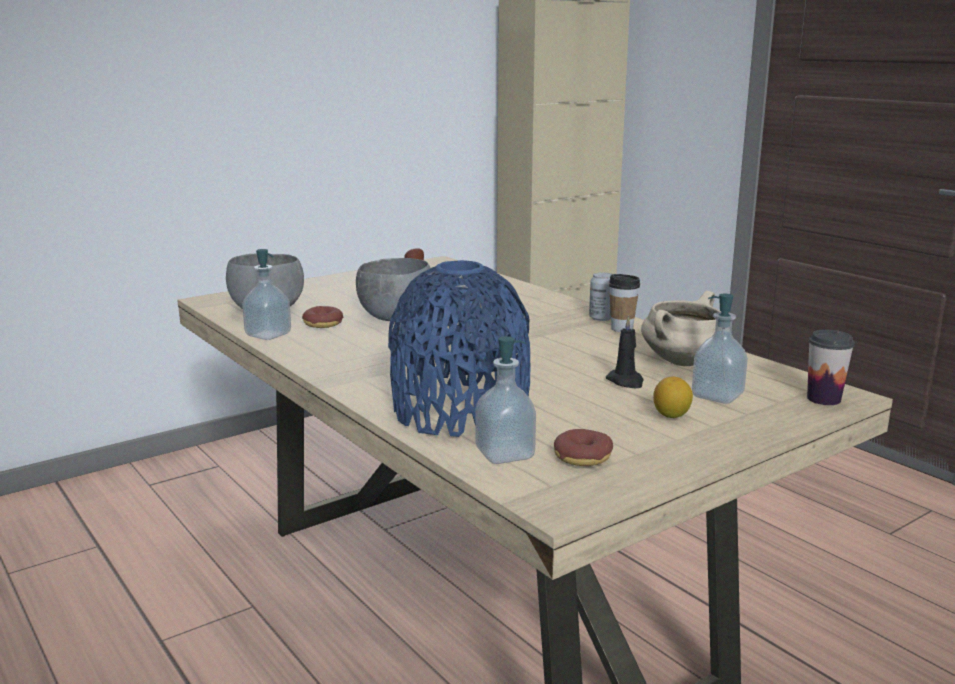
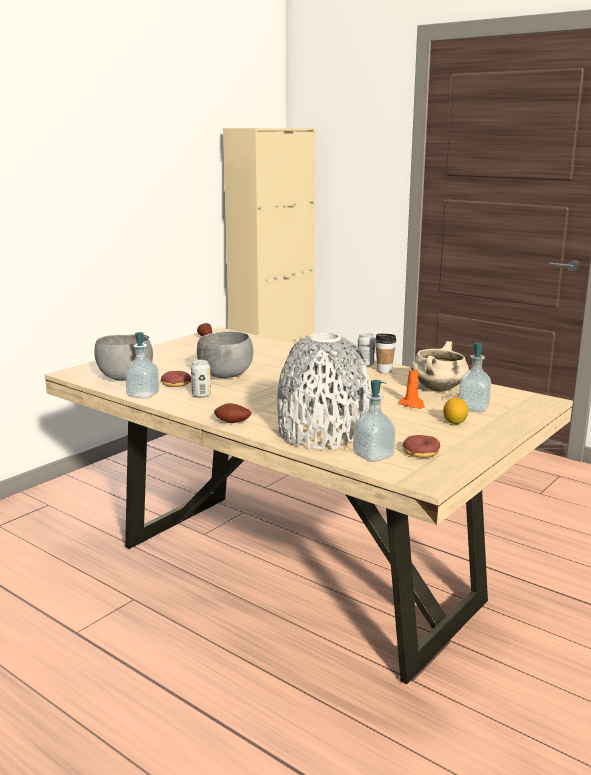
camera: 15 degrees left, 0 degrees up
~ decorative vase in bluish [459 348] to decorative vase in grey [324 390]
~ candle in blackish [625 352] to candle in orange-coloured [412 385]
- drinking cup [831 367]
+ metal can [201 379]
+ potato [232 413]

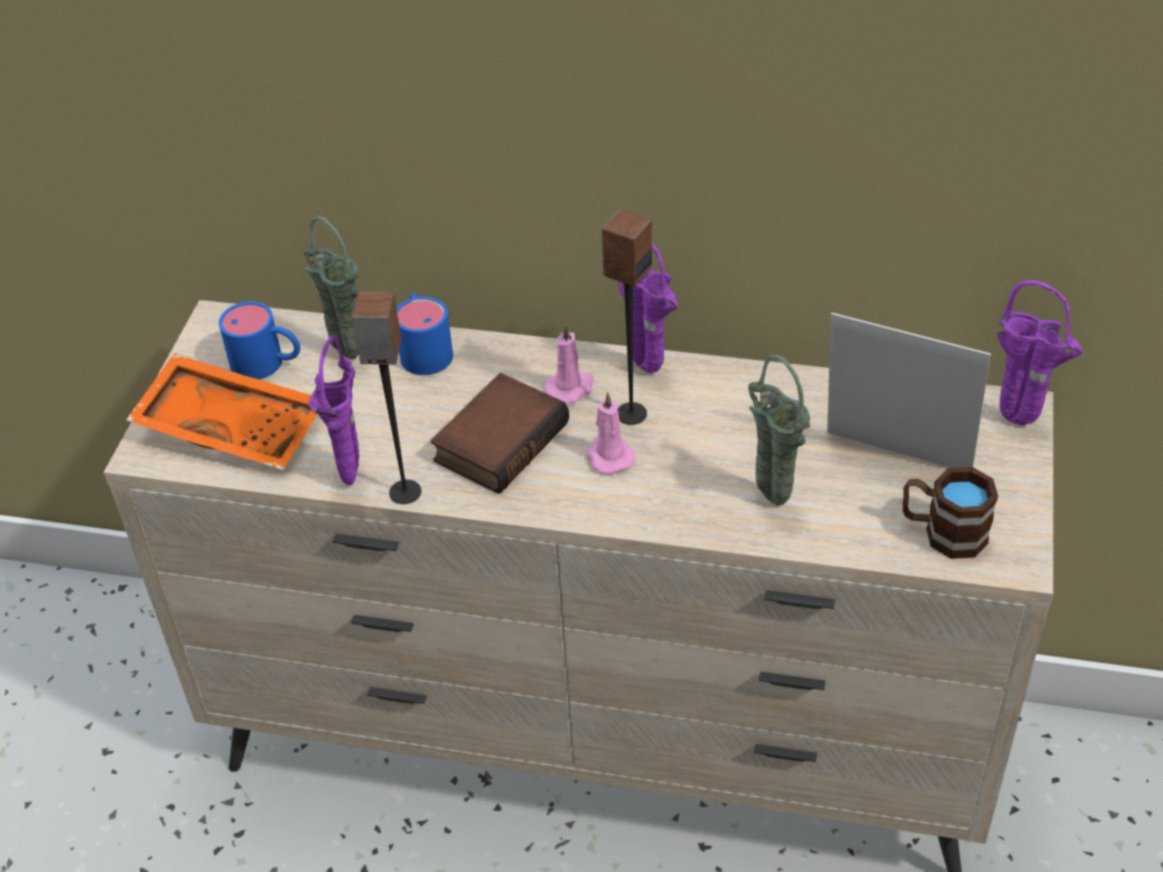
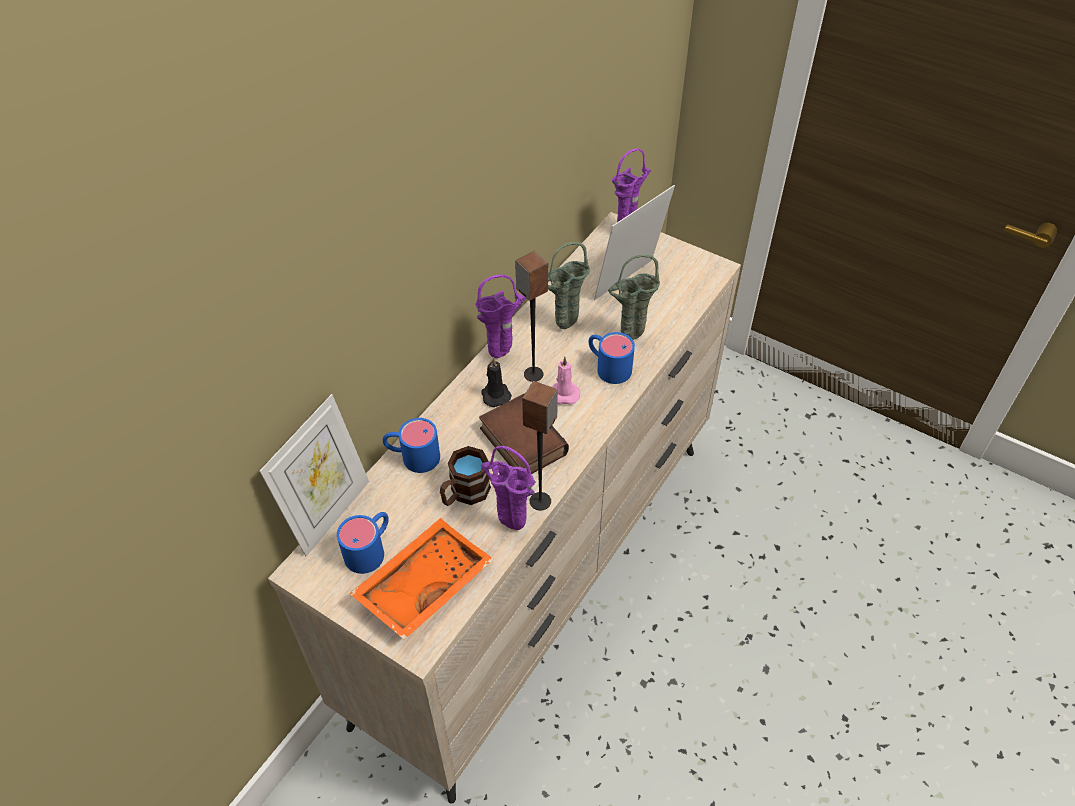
camera: 70 degrees left, 5 degrees up
~ decorative vase in greenish [331 287] to [569 285]
~ candle in pink-coloured [569 364] to candle in blackish [496 382]
~ mug in brown [950 513] to [465 476]
+ mug in bluish [611 358]
+ standing frame [314 475]

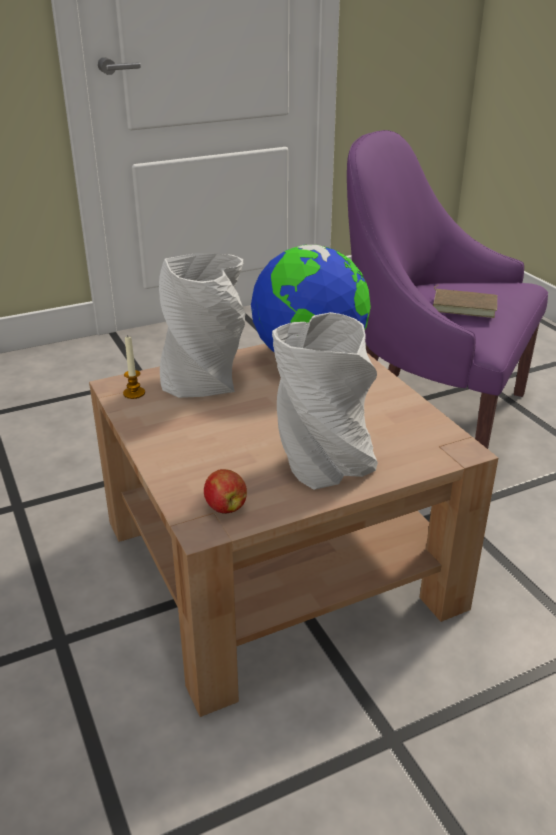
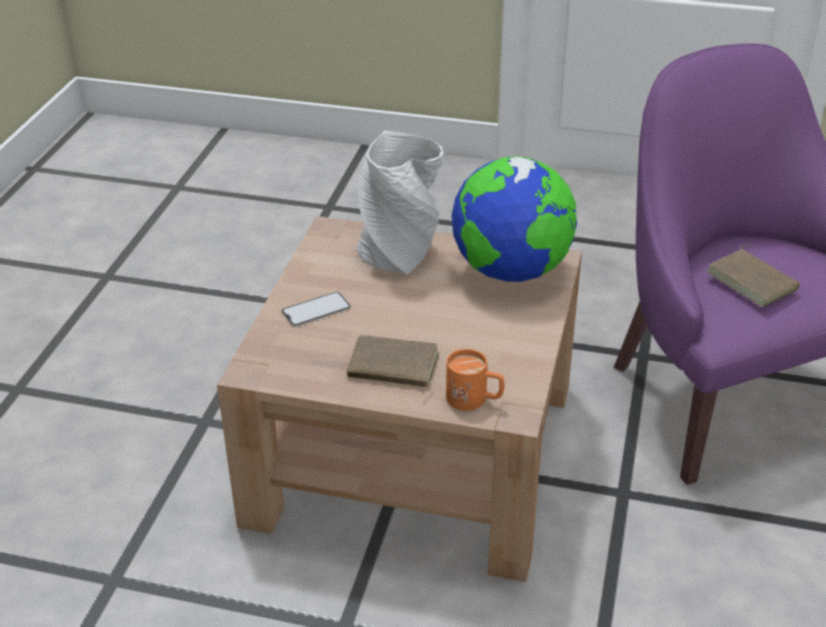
camera: 40 degrees right, 5 degrees up
~ decorative vase in grey [325 401] to bound book in brown [393 364]
- candle [134 368]
- apple [225 491]
+ telephone [316 309]
+ mug in orange-coloured [475 380]

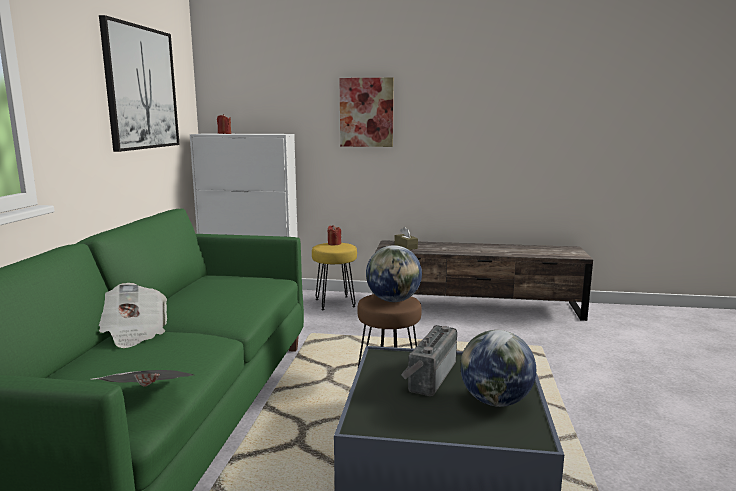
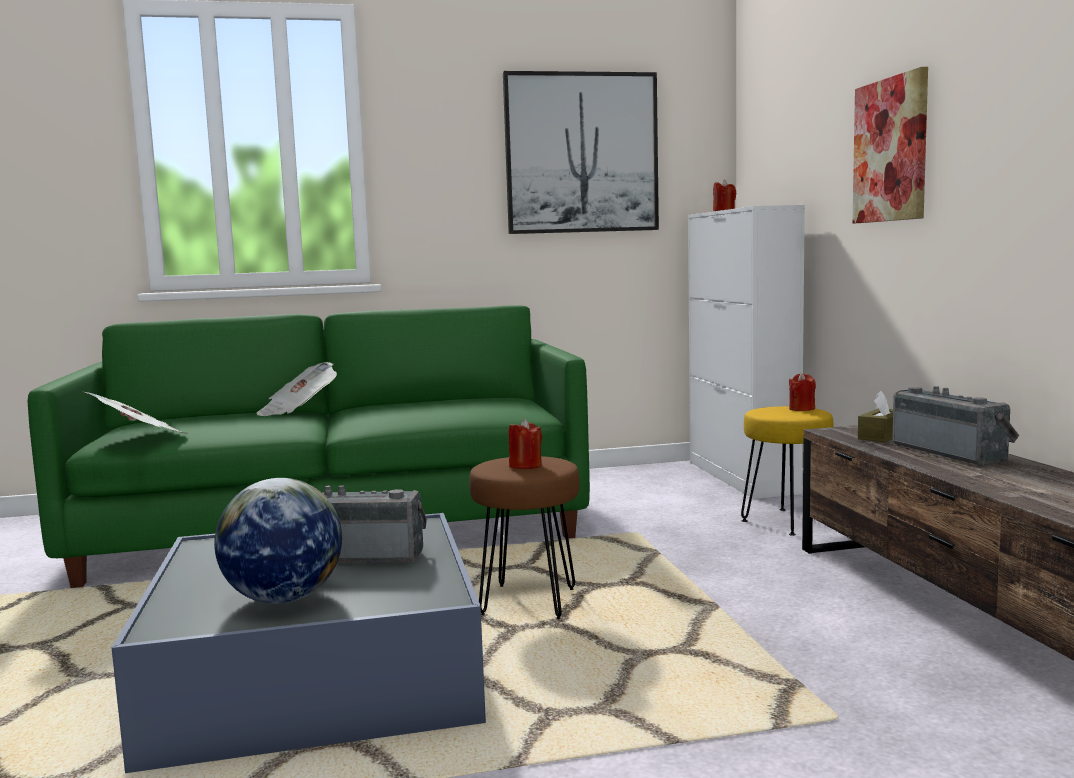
camera: 70 degrees right, 5 degrees down
~ desk globe [394 273] to candle in red [525 444]
+ radio receiver [955 426]

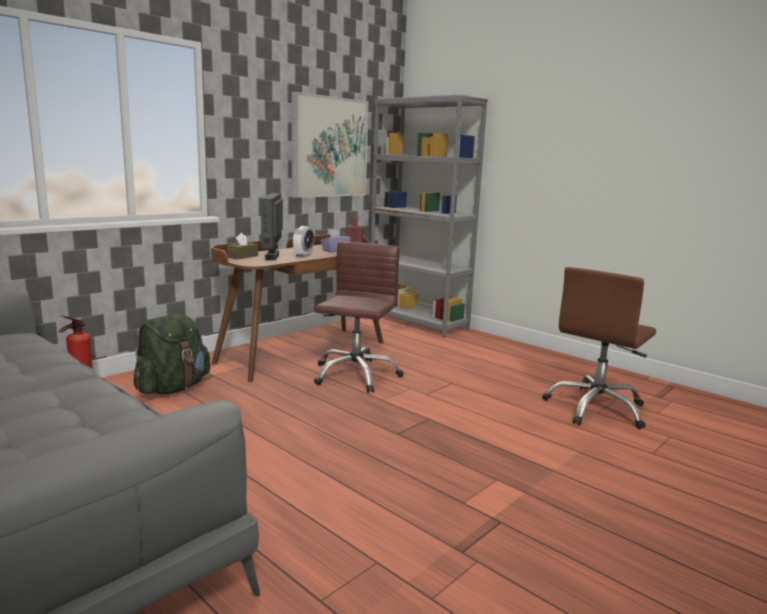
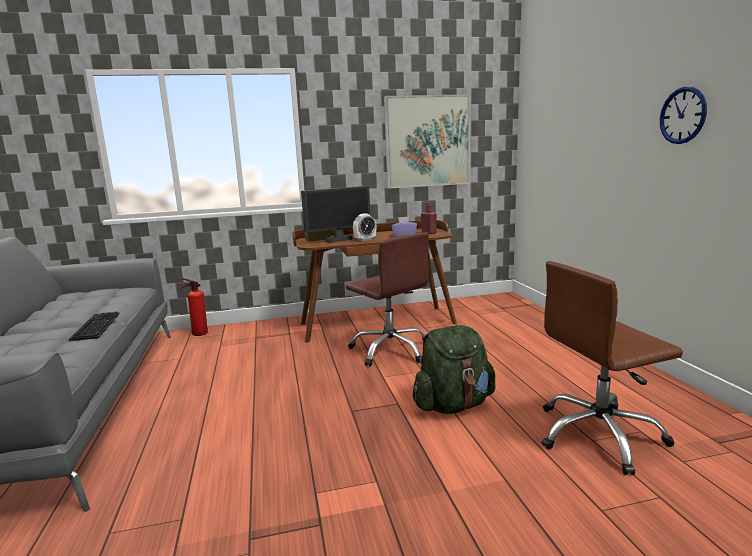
camera: 35 degrees right, 0 degrees up
- bookcase in grey [429 216]
~ monitor [272 226] = [335 214] 150 degrees counterclockwise
~ desk chair in brown [358 317] = [387 299] 90 degrees clockwise
~ backpack in greenish [171 354] to [454 369]
+ clock on the wall [683 115]
+ computer keyboard [94 327]

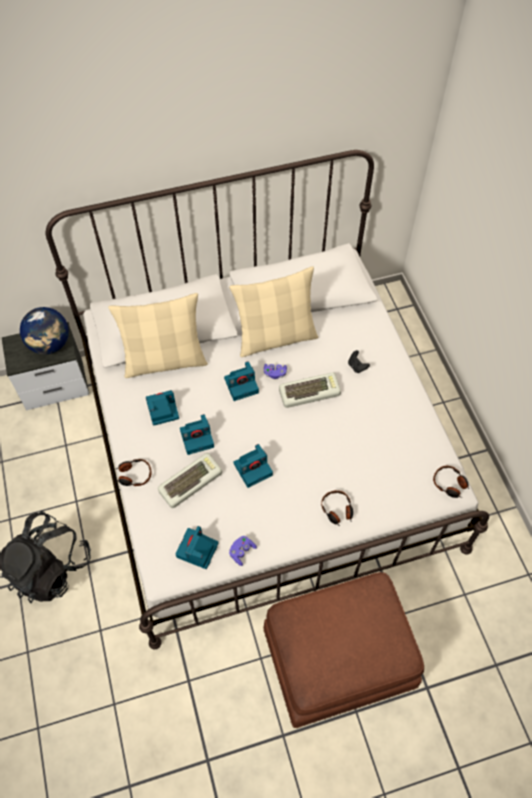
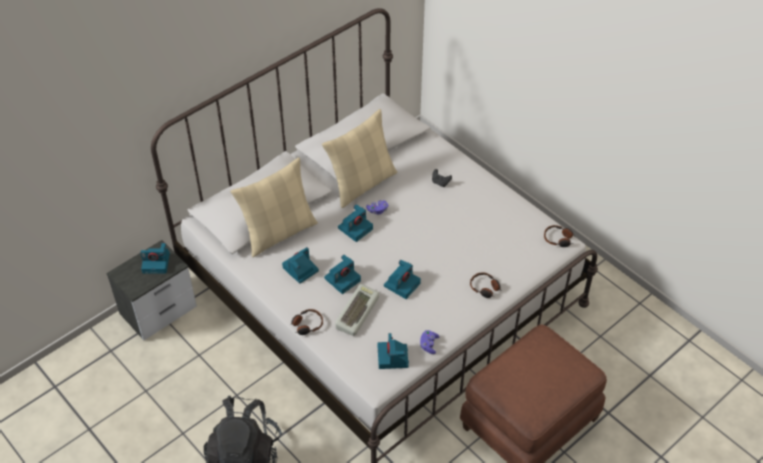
camera: 25 degrees left, 10 degrees down
~ desk globe [44 330] to photo camera [155 258]
- computer keyboard [310 390]

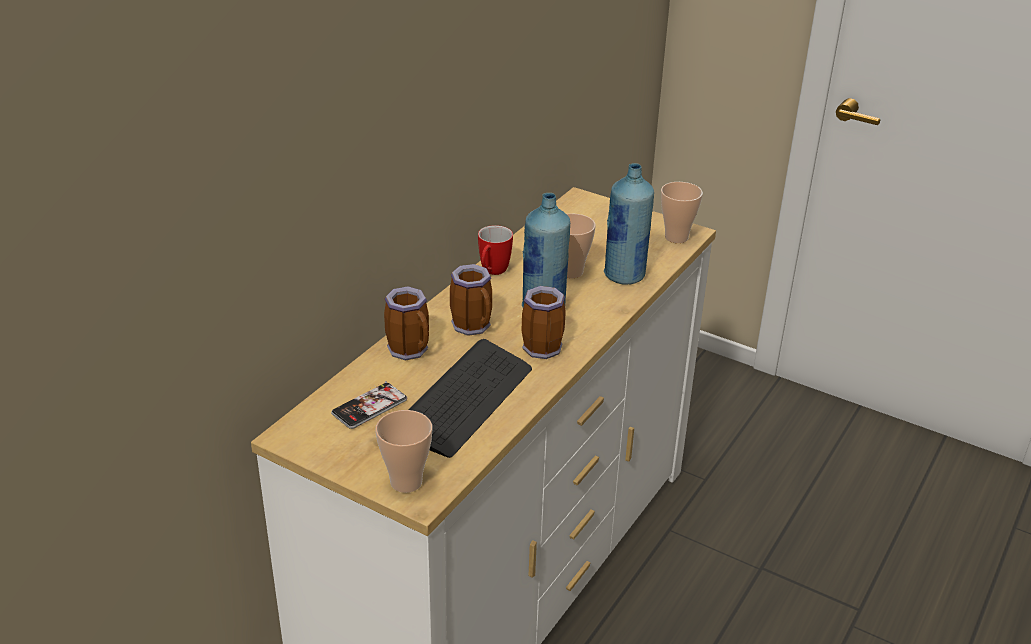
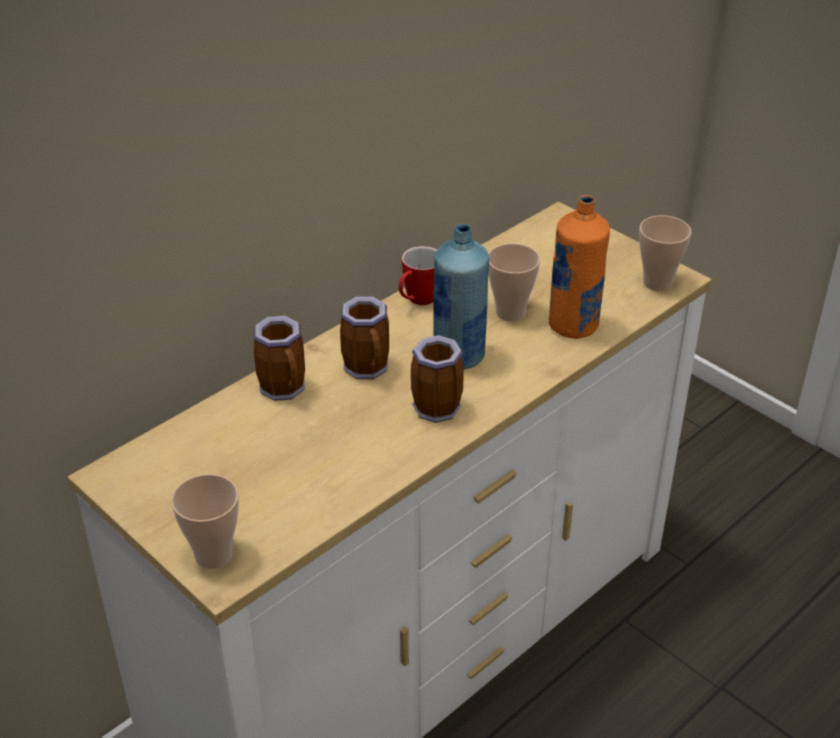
camera: 15 degrees right, 5 degrees up
~ beverage bottle in bluish [629 224] to beverage bottle in orange-coloured [579 267]
- computer keyboard [470 398]
- telephone [369 405]

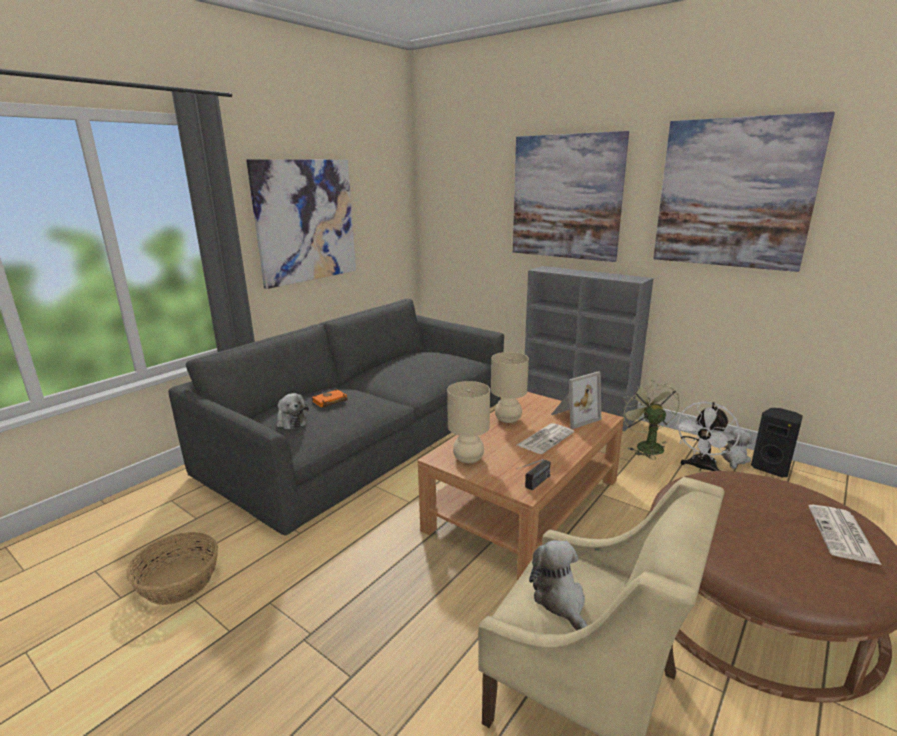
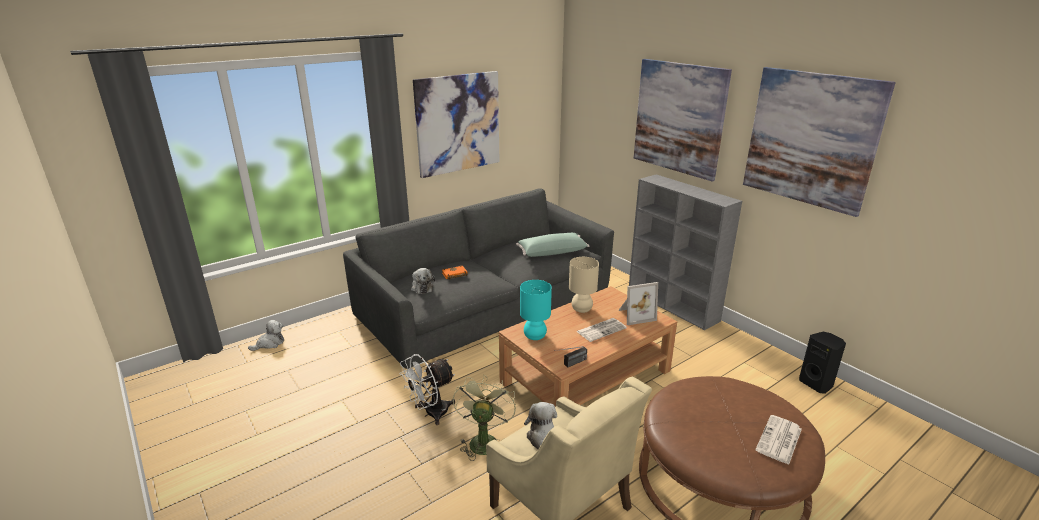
camera: 15 degrees right, 5 degrees up
~ fan in greenish [650 419] to [484 418]
~ table lamp in sand-coloured [468 422] to table lamp in turquoise [536 310]
~ fan in white-coloured [707 436] to [427 389]
~ plush toy [736 449] to [266 335]
- household basket [172 568]
+ pillow in greenish [552 245]

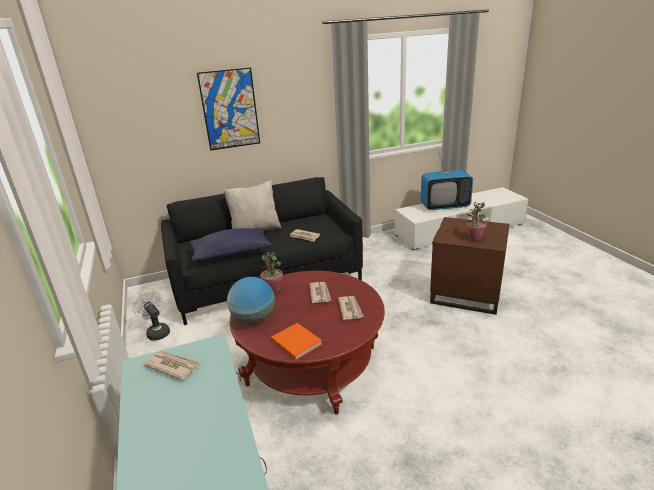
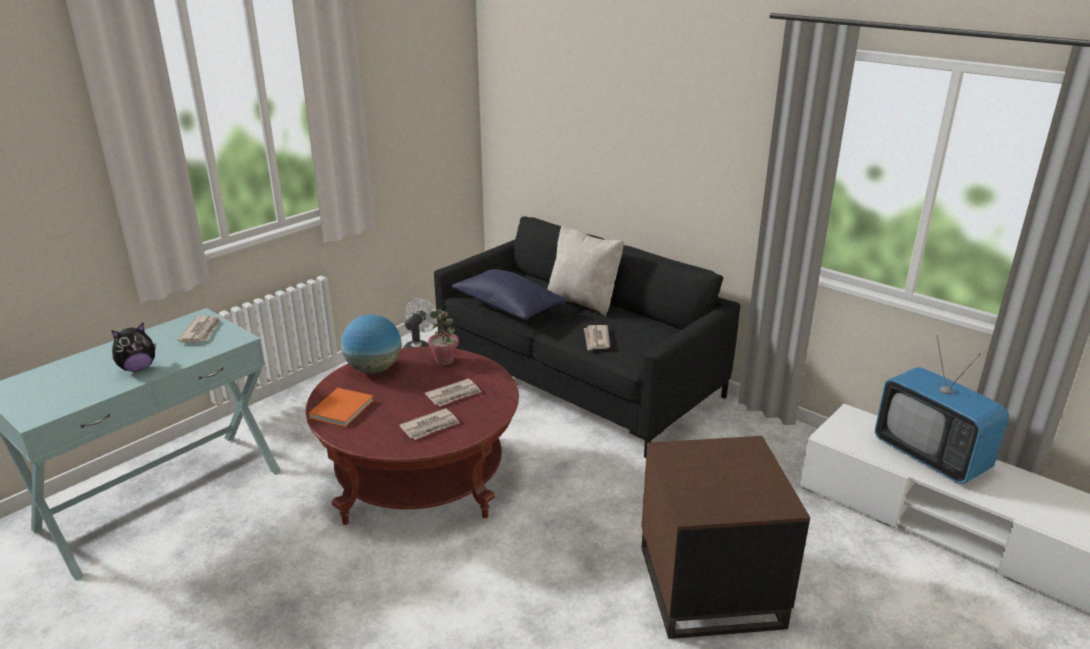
camera: 60 degrees right, 0 degrees up
- wall art [228 109]
- plant in a pot [476 221]
+ plush toy [133 347]

